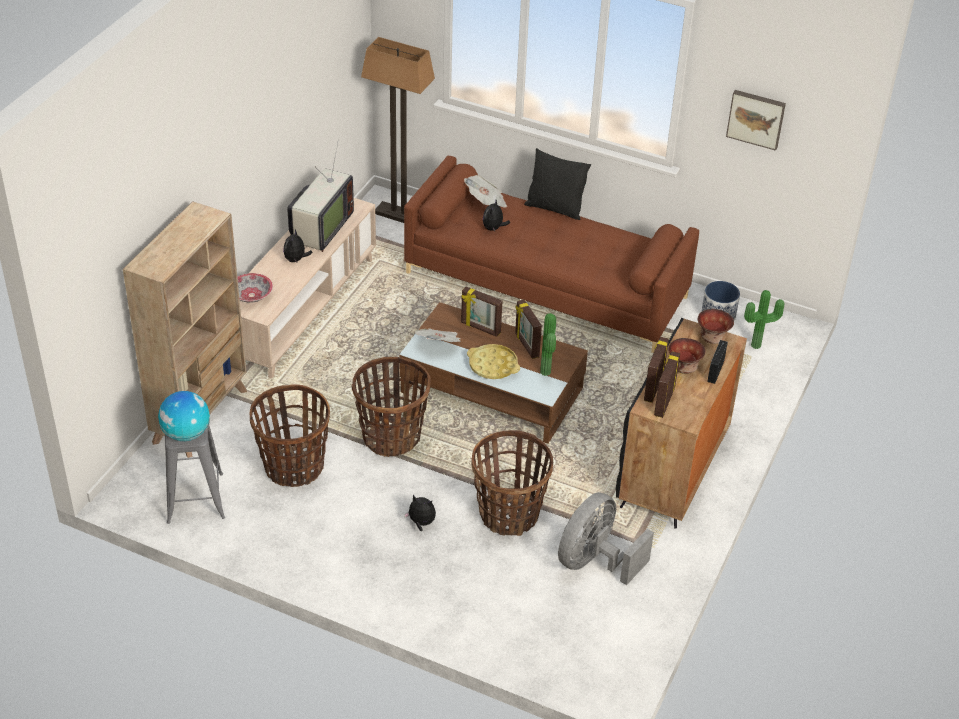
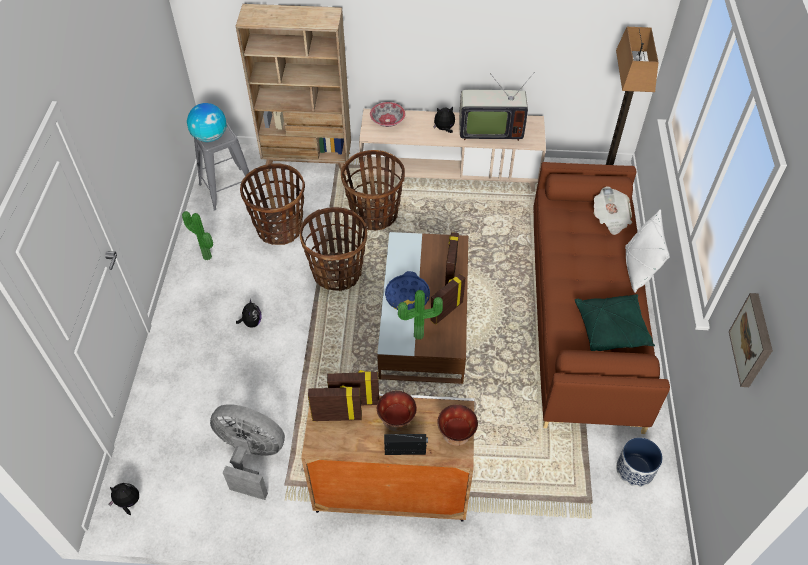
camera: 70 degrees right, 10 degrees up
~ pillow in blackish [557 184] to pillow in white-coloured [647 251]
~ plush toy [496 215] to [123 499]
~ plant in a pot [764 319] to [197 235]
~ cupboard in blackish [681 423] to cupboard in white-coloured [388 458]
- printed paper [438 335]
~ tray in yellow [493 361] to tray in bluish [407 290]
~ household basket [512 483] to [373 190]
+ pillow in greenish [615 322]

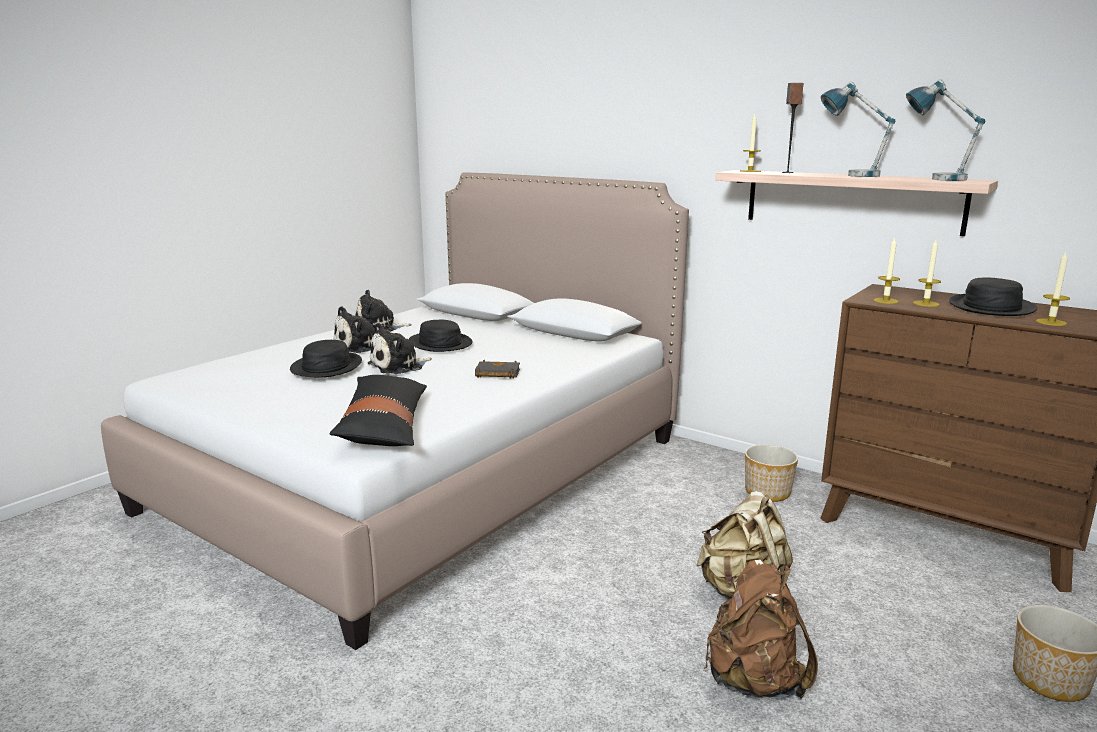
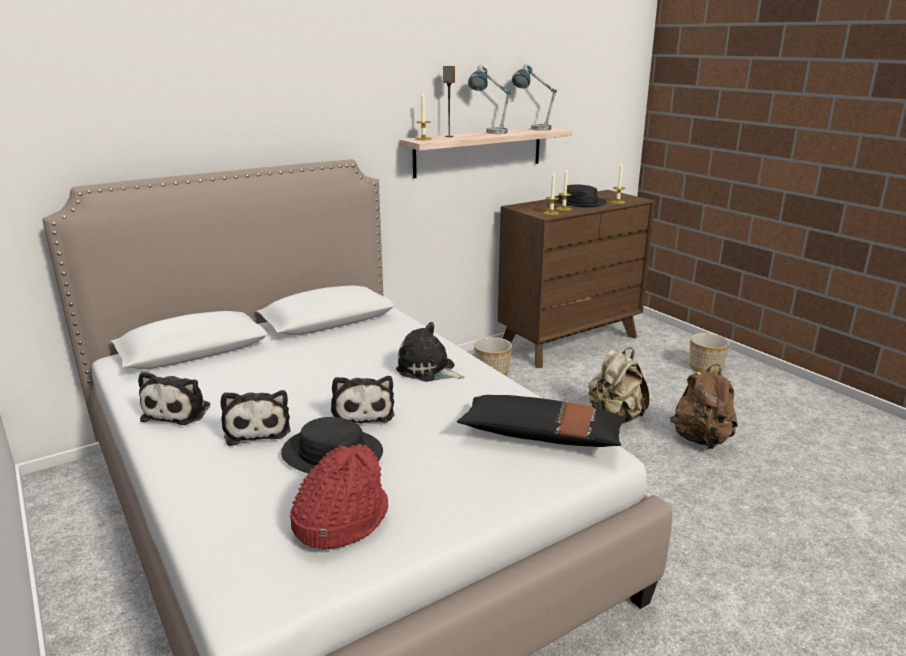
camera: 70 degrees left, 5 degrees up
- clothing hat in blackish [440 336]
~ bound book in blackish [497 369] to plush toy [430 352]
+ clothing hat in red [339 496]

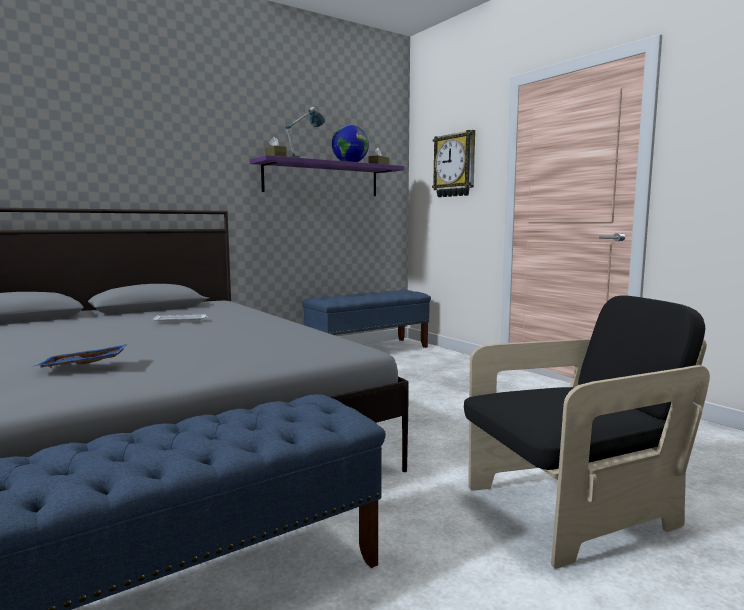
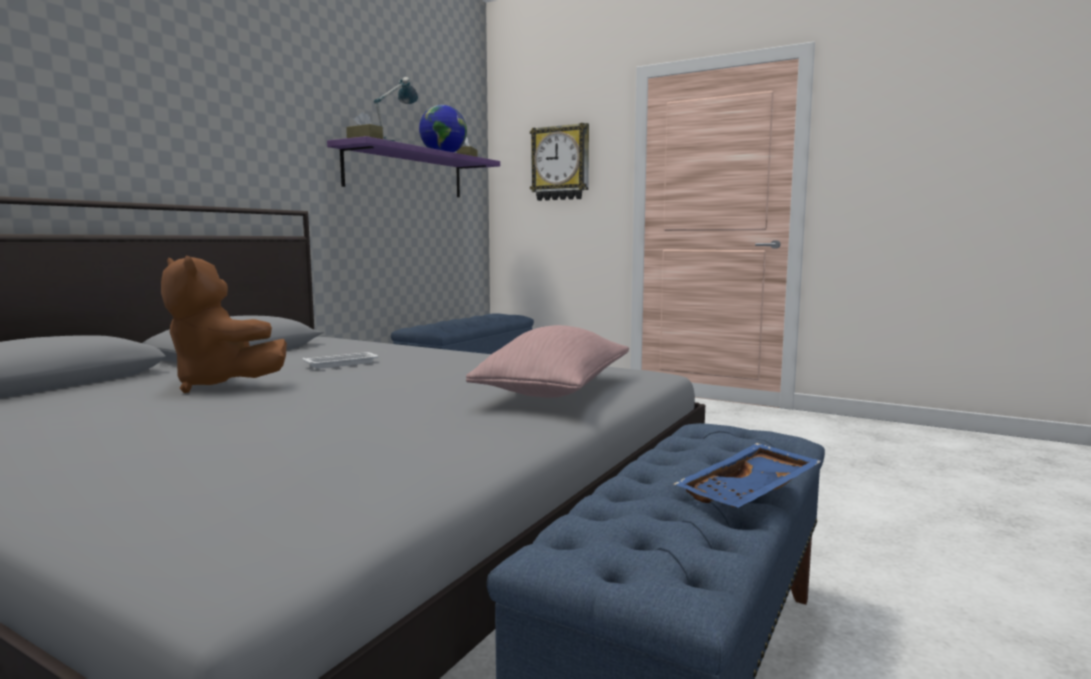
camera: 25 degrees left, 0 degrees up
- armchair in blackish [587 432]
~ tray in bluish [81 356] to [748 475]
+ plush toy in brown [224 324]
+ pillow in pink-coloured [547 361]

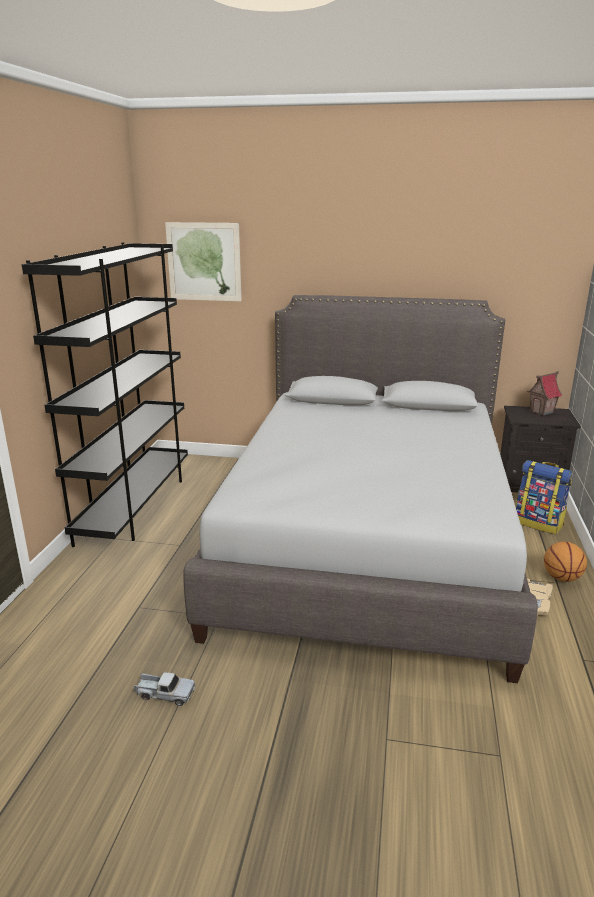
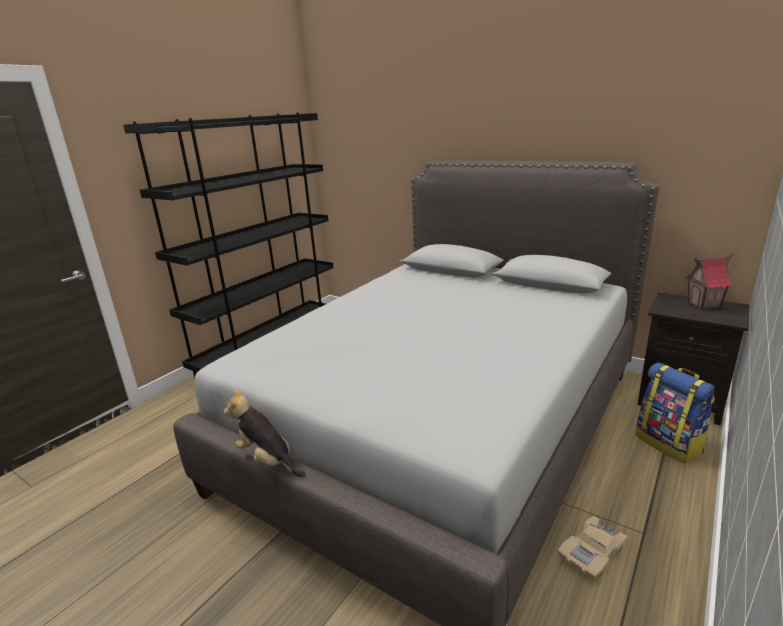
camera: 25 degrees right, 0 degrees up
- wall art [203 261]
- ball for basketball [565 561]
- model truck [164 689]
+ plush toy [265 433]

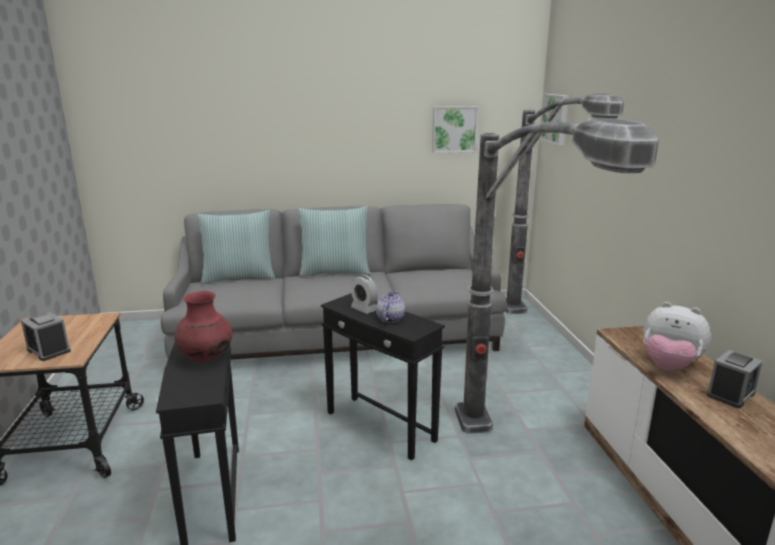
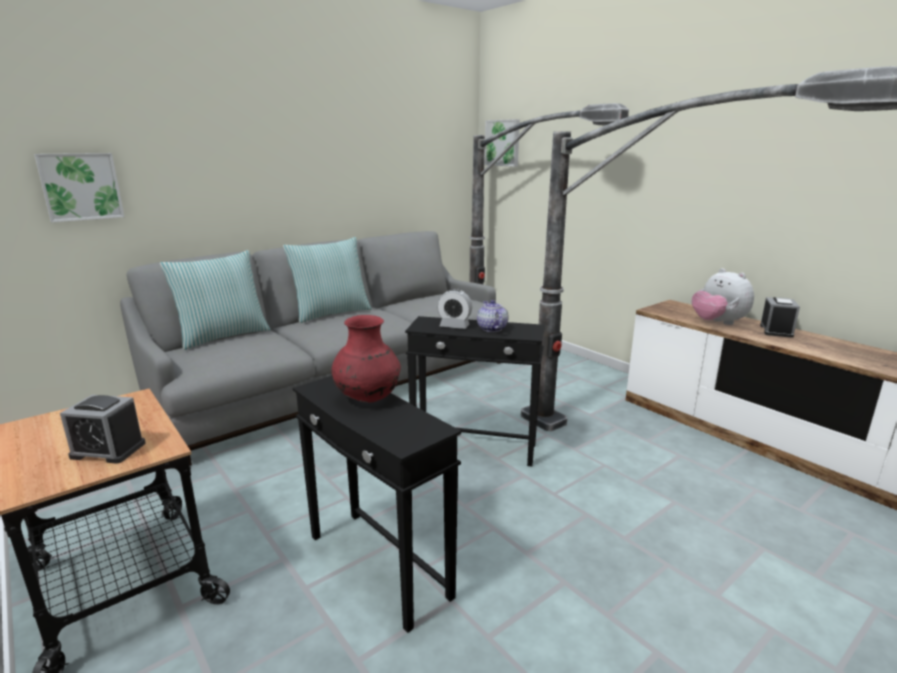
camera: 30 degrees left, 0 degrees up
~ wall art [455 129] to [79 187]
~ plush toy [677 336] = [723 296] 60 degrees clockwise

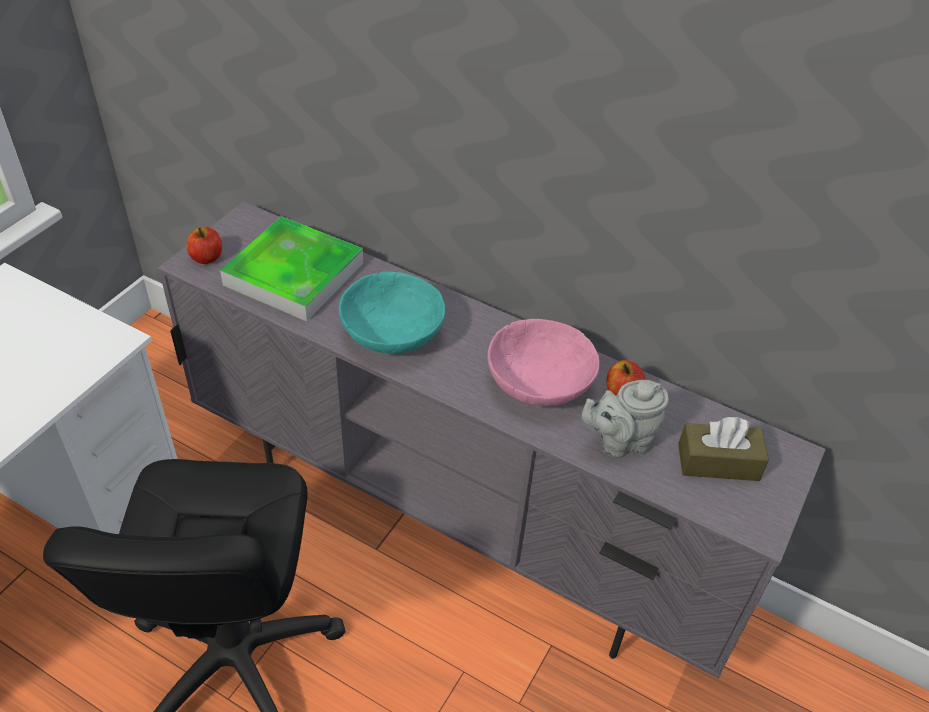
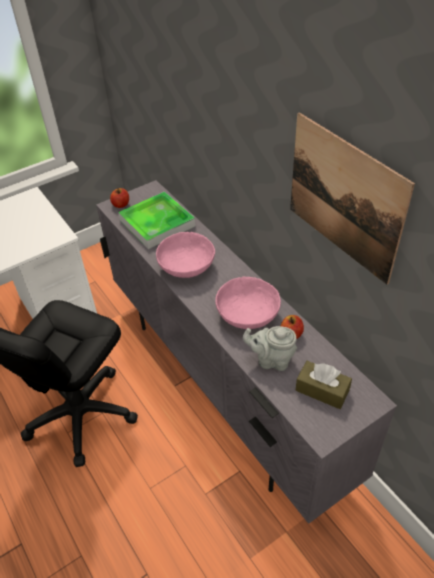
camera: 30 degrees right, 0 degrees up
~ serving bowl in turquoise [392 313] to serving bowl in pink-coloured [185 255]
+ wall art [352 198]

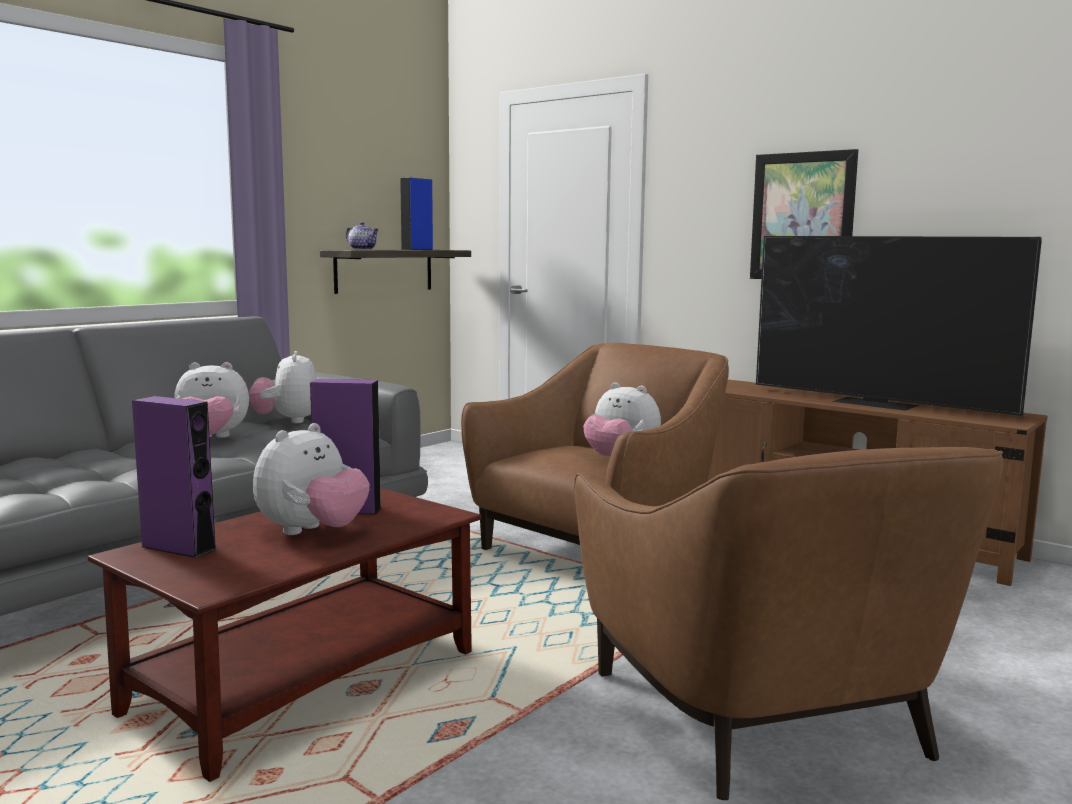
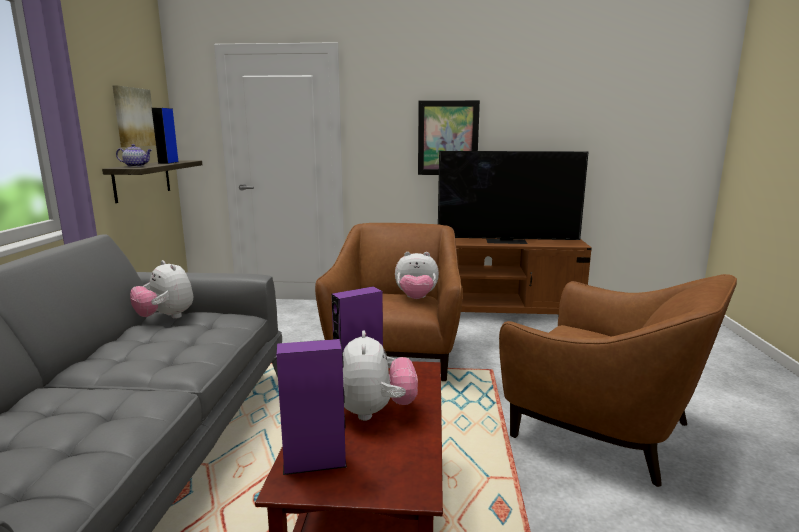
camera: 35 degrees left, 5 degrees up
- plush toy [211 400]
+ wall art [134 116]

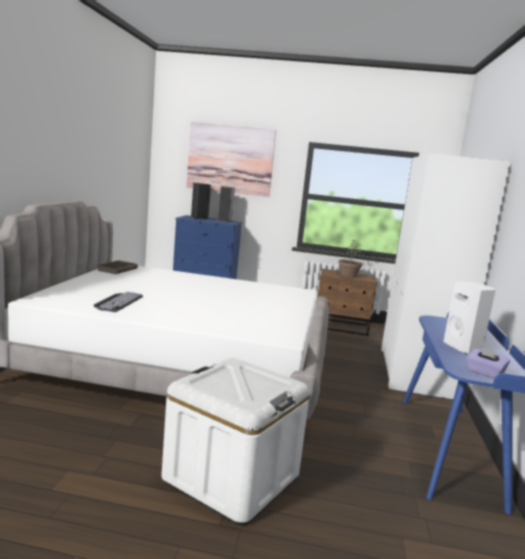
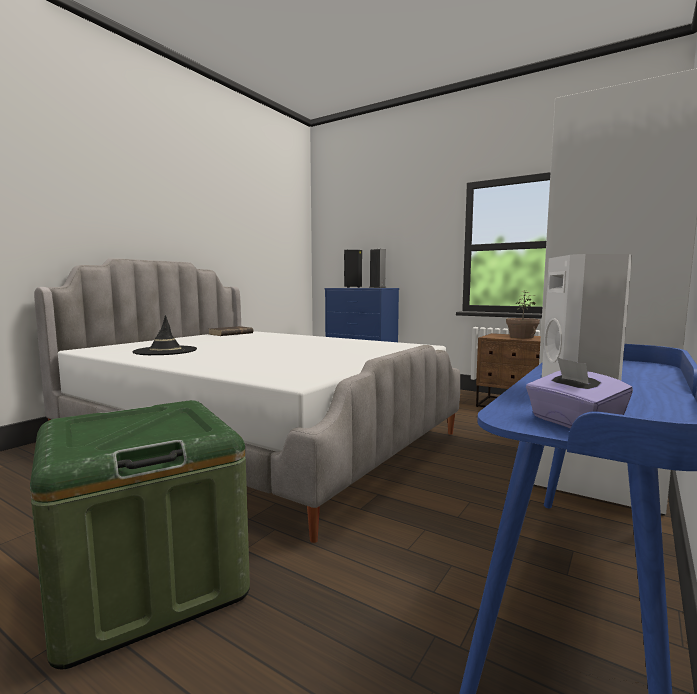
camera: 25 degrees right, 5 degrees down
- wall art [231 159]
~ computer keyboard [118 302] to clothing hat in blackish [165 335]
~ storage container in white-coloured [235 441] to storage container in greenish [140 535]

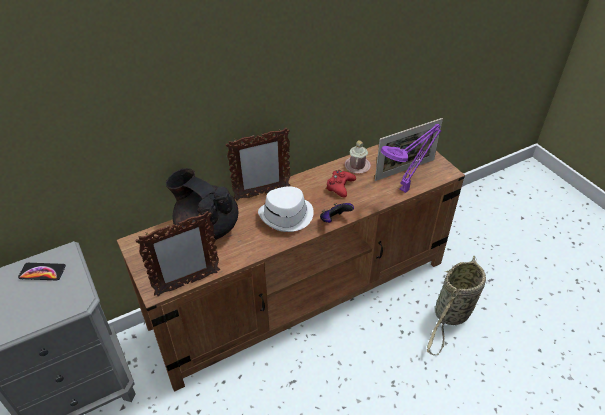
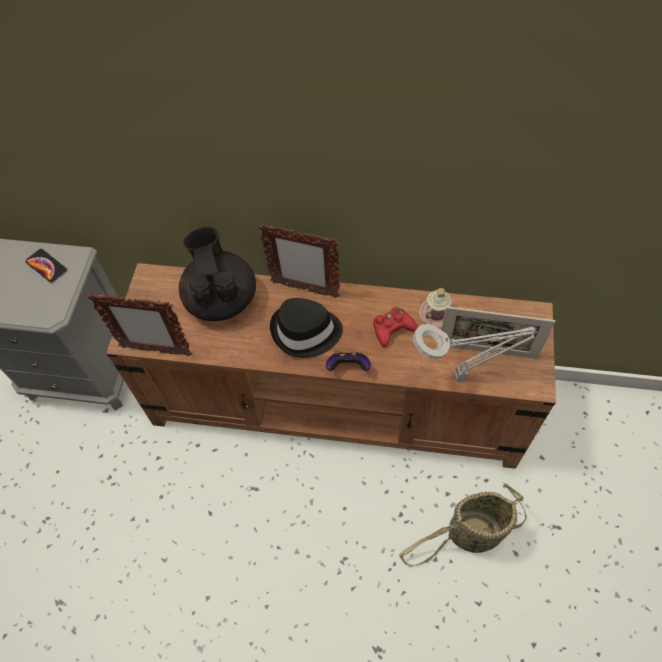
camera: 40 degrees right, 15 degrees up
~ table lamp in purple-coloured [411 158] to table lamp in grey [475 353]
~ clothing hat in white-coloured [286 209] to clothing hat in blackish [306 328]

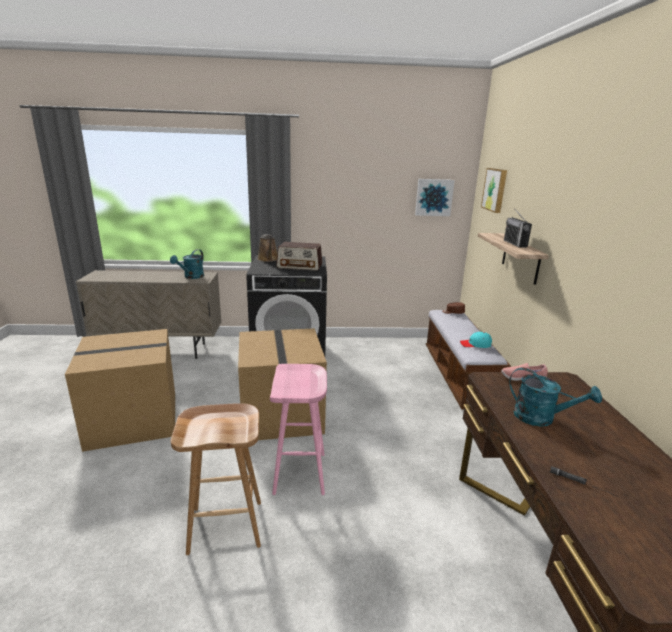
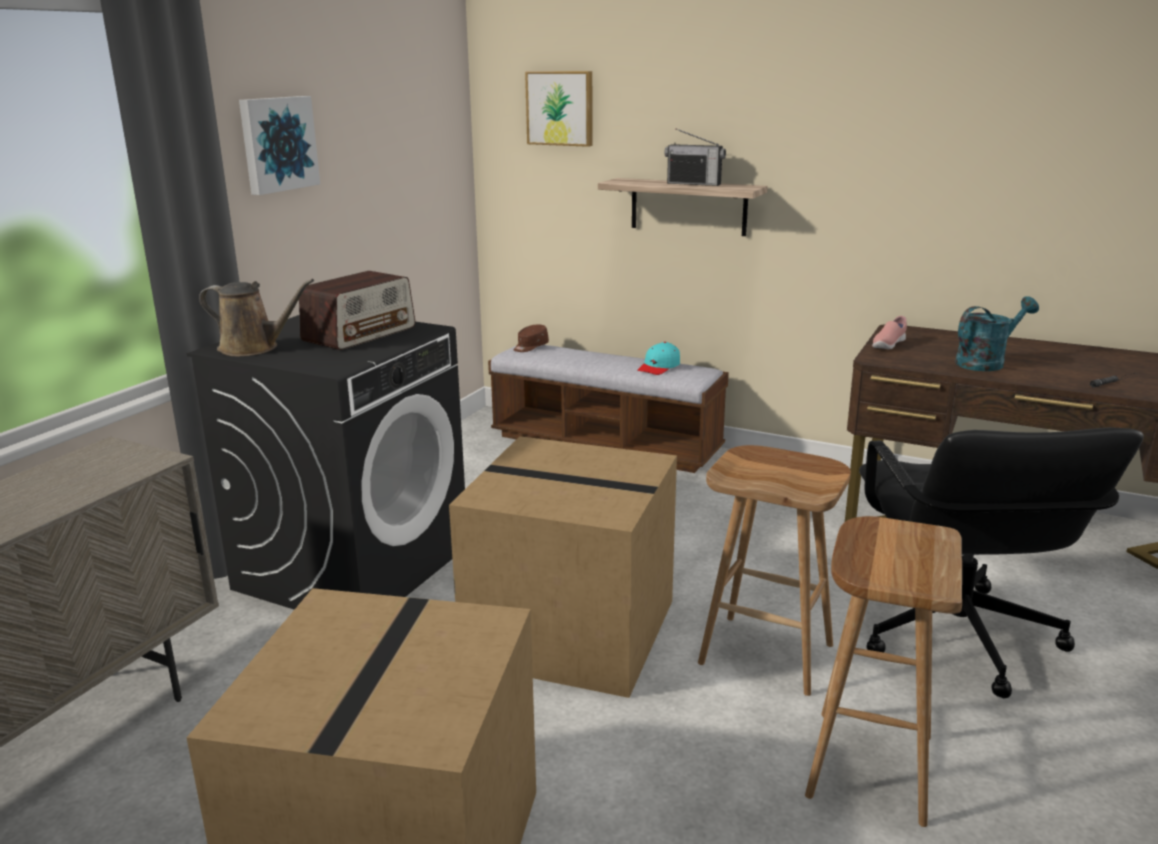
camera: 60 degrees left, 0 degrees up
~ wall art [435 197] to [279 145]
- watering can in turquoise [187 264]
~ stool in pink-coloured [298 429] to stool in brown [774 570]
+ desk chair in blackish [1001 562]

